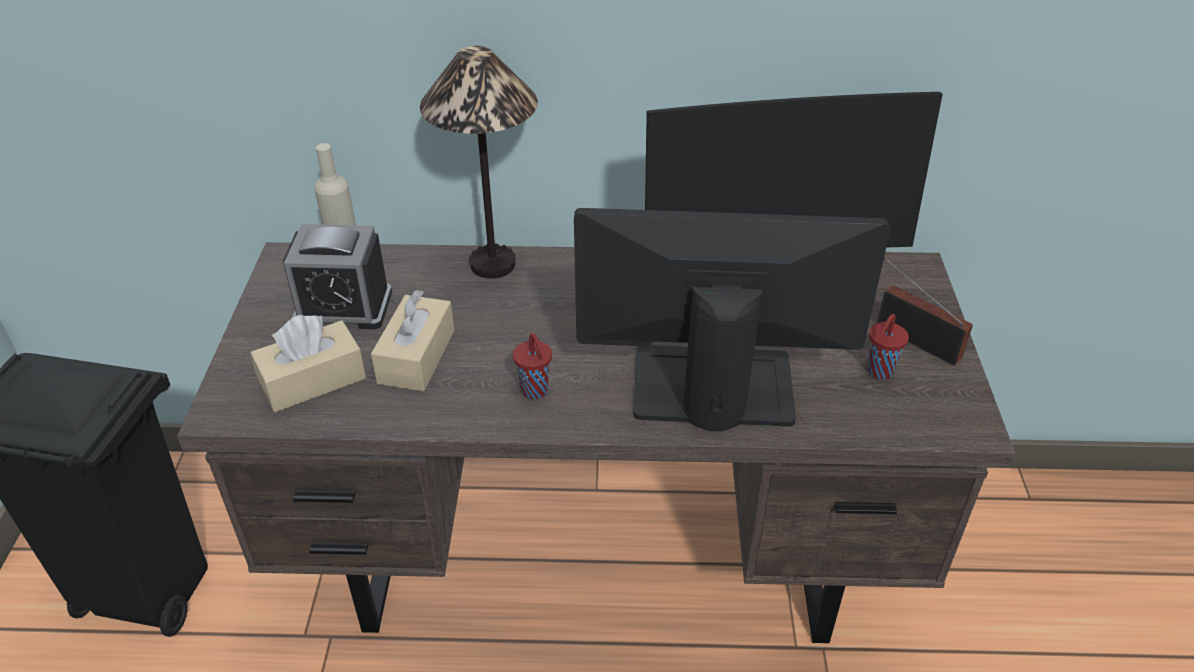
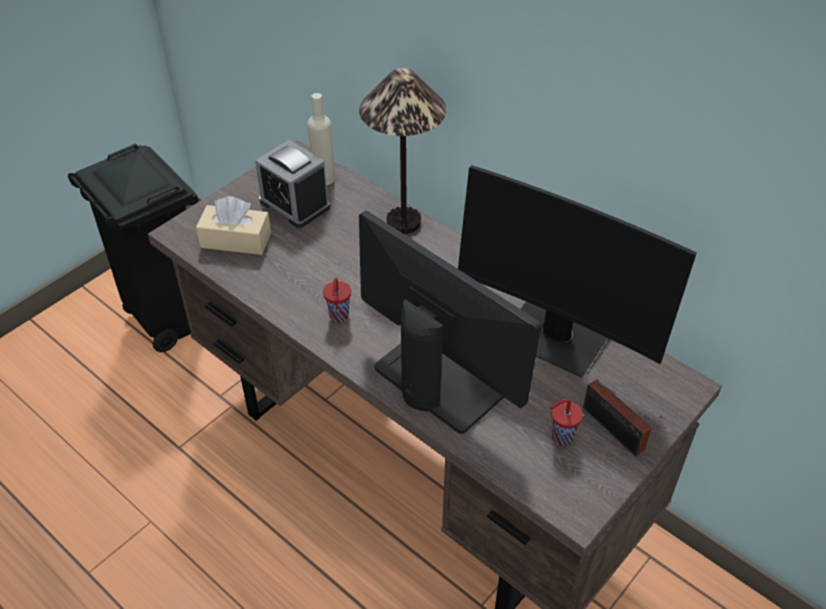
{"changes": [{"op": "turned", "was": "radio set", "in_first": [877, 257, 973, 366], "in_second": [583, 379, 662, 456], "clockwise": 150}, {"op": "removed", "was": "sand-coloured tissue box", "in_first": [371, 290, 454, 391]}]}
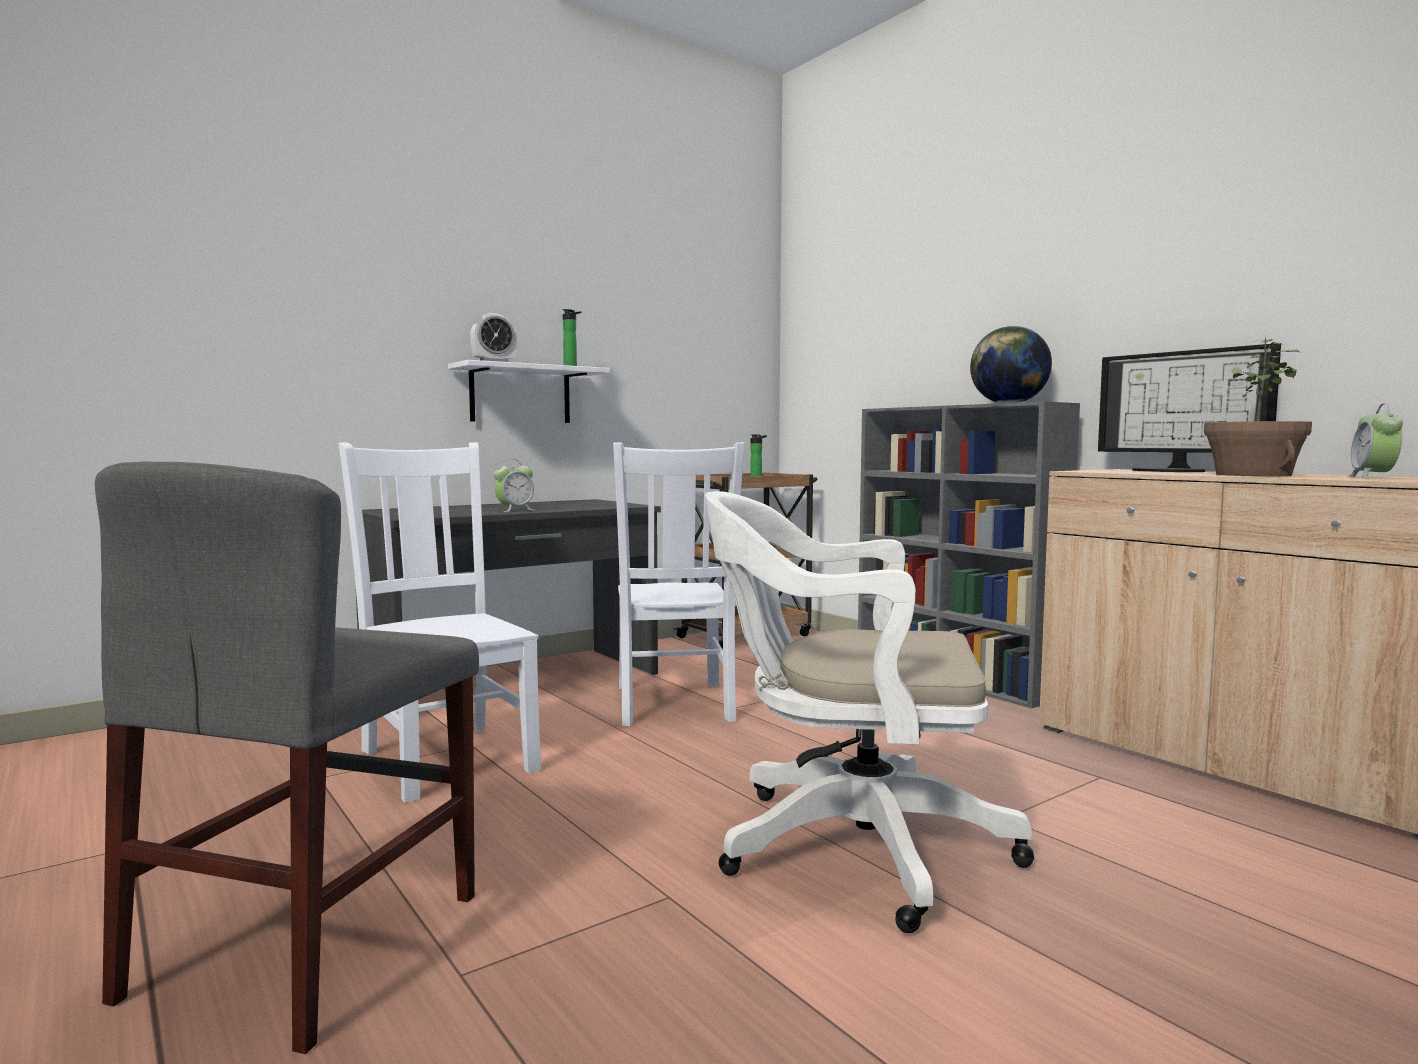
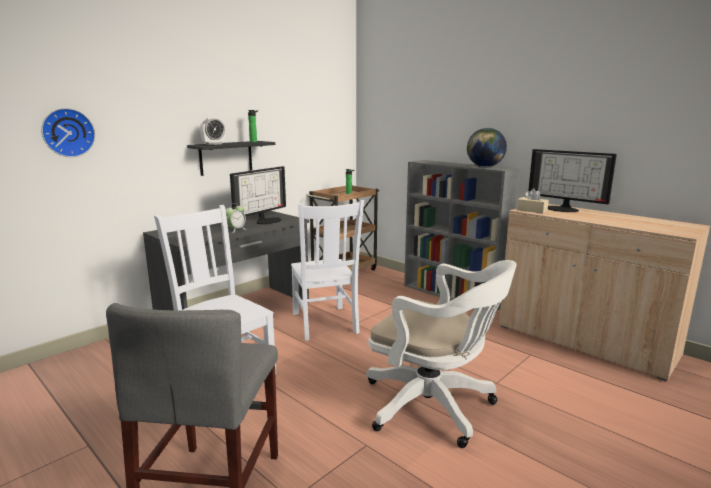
{"changes": [{"op": "removed", "was": "plant in a pot", "in_first": [1204, 337, 1312, 476]}, {"op": "recoloured", "was": "whitish bracket shelf", "now": "black-coloured bracket shelf", "in_first": [448, 360, 610, 423], "in_second": [187, 141, 275, 176]}, {"op": "removed", "was": "bedside clock", "in_first": [1348, 404, 1403, 478]}, {"op": "turned", "was": "whitish desk chair", "in_first": [705, 491, 1034, 933], "in_second": [366, 260, 517, 448], "clockwise": -150}, {"op": "added", "now": "hanging clock", "in_second": [41, 108, 95, 157]}, {"op": "added", "now": "computer display", "in_second": [230, 166, 286, 224]}, {"op": "added", "now": "sand-coloured tissue box", "in_second": [517, 189, 549, 214]}]}
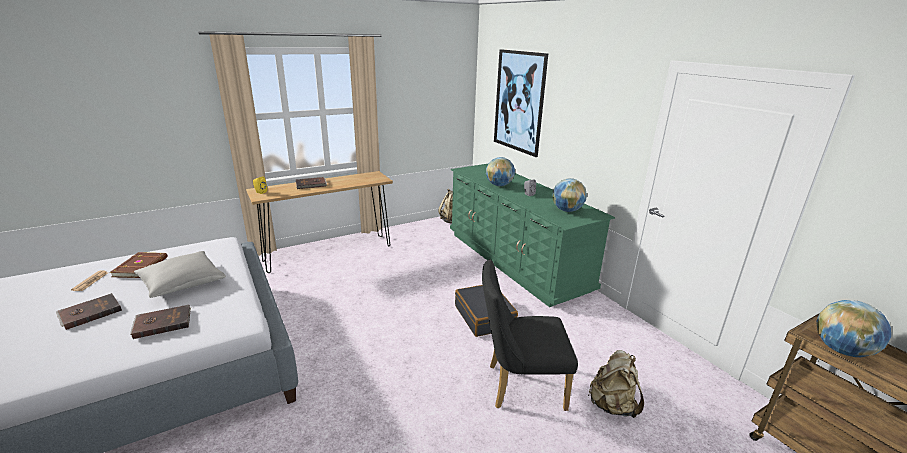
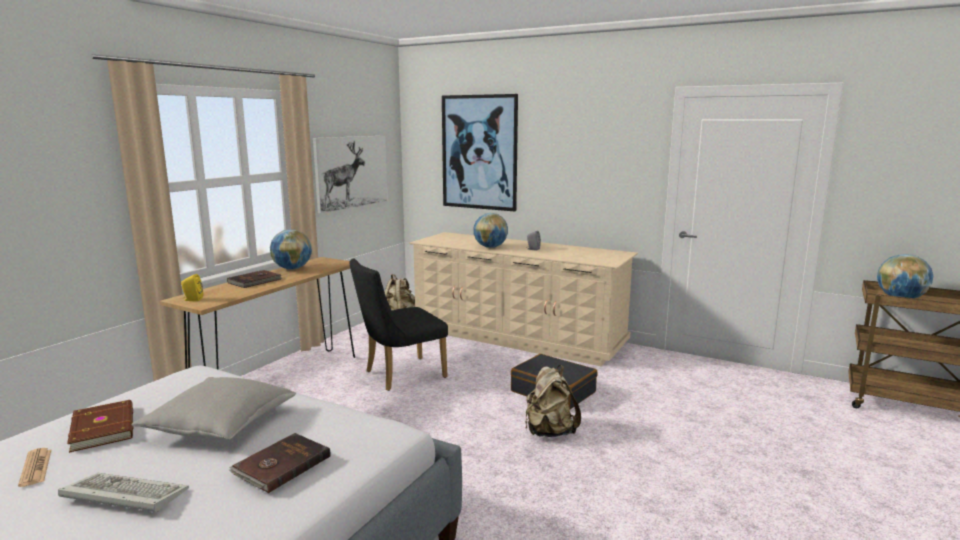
{"changes": [{"op": "recoloured", "was": "green-coloured drawer chest", "now": "sand-coloured drawer chest", "in_first": [450, 164, 615, 307], "in_second": [409, 232, 638, 366]}, {"op": "moved", "was": "world globe", "in_first": [552, 178, 587, 212], "in_second": [270, 229, 312, 270]}, {"op": "moved", "was": "black-coloured upright chair", "in_first": [482, 259, 578, 411], "in_second": [349, 258, 448, 391]}, {"op": "replaced", "was": "brown-coloured bound book", "now": "PC keyboard", "in_first": [56, 293, 122, 330], "in_second": [58, 473, 189, 512]}, {"op": "moved", "was": "sand-coloured knapsack", "in_first": [588, 350, 644, 418], "in_second": [525, 365, 581, 437]}, {"op": "added", "now": "wall art", "in_second": [313, 136, 388, 213]}]}
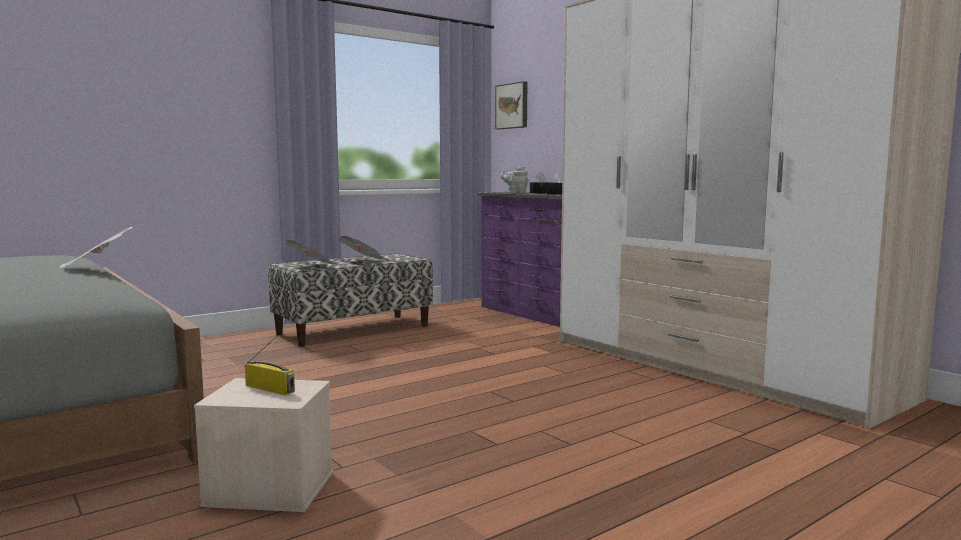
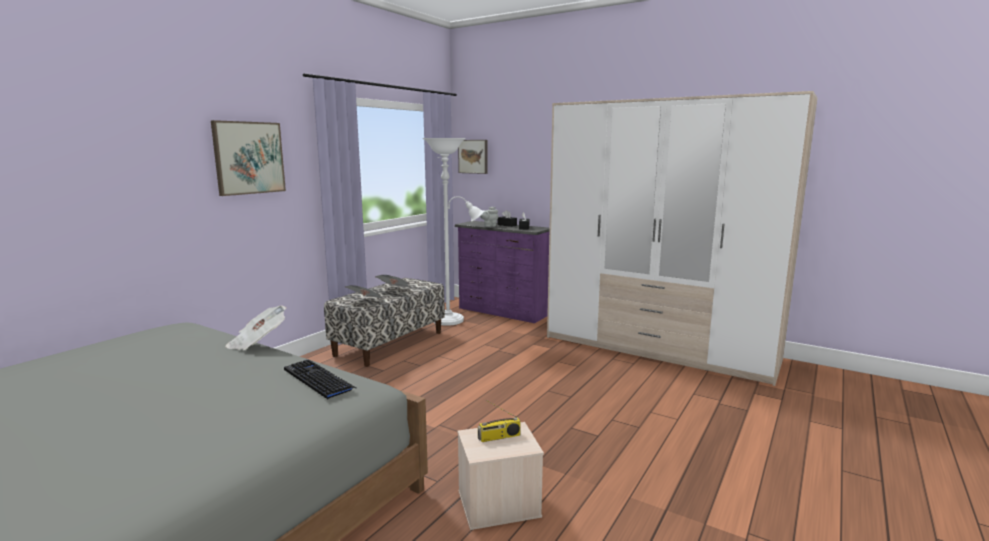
{"changes": [{"op": "turned", "was": "radio set", "in_first": [245, 335, 295, 396], "in_second": [478, 400, 521, 442], "clockwise": 150}, {"op": "added", "now": "wall art", "in_second": [211, 120, 286, 196]}, {"op": "added", "now": "whitish standard lamp", "in_second": [423, 138, 484, 326]}, {"op": "added", "now": "PC keyboard", "in_second": [284, 359, 356, 399]}]}
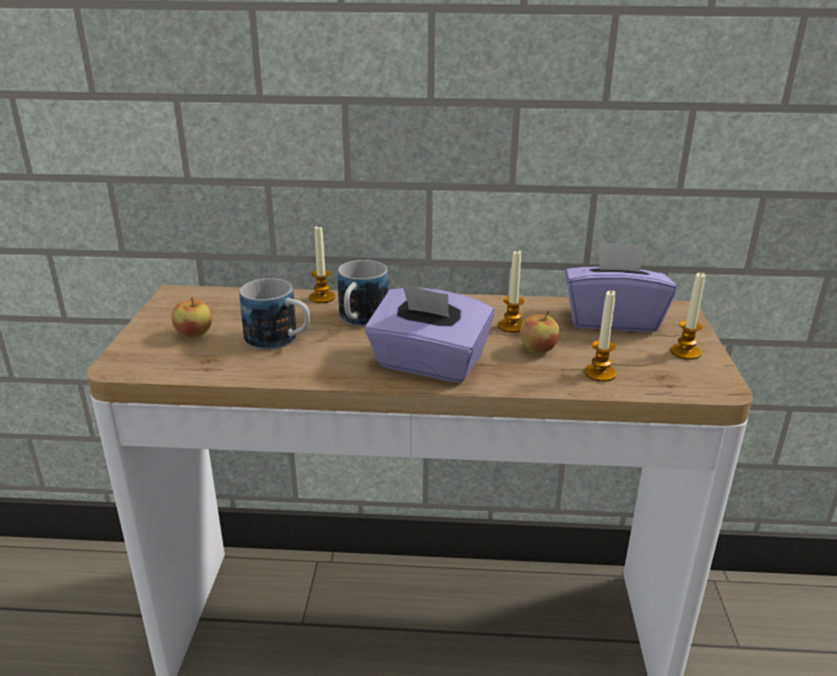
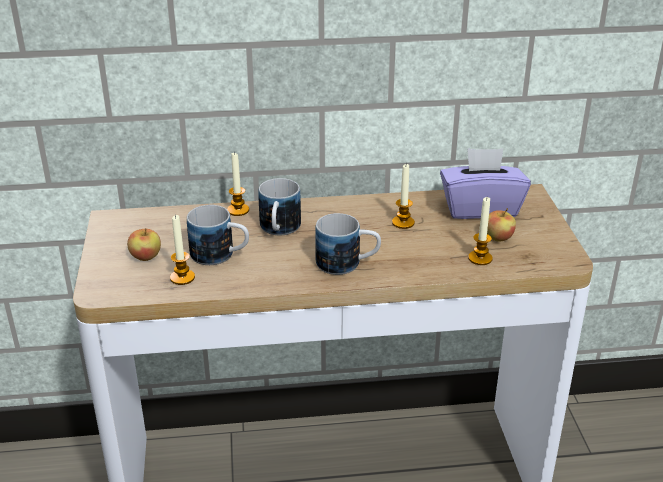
{"changes": [{"op": "moved", "was": "candle", "in_first": [670, 271, 705, 360], "in_second": [170, 215, 195, 285]}, {"op": "replaced", "was": "purple-coloured tissue box", "now": "coffee mug", "in_first": [365, 284, 494, 383], "in_second": [315, 213, 381, 275]}, {"op": "moved", "was": "apple", "in_first": [520, 310, 560, 354], "in_second": [487, 208, 516, 242]}]}
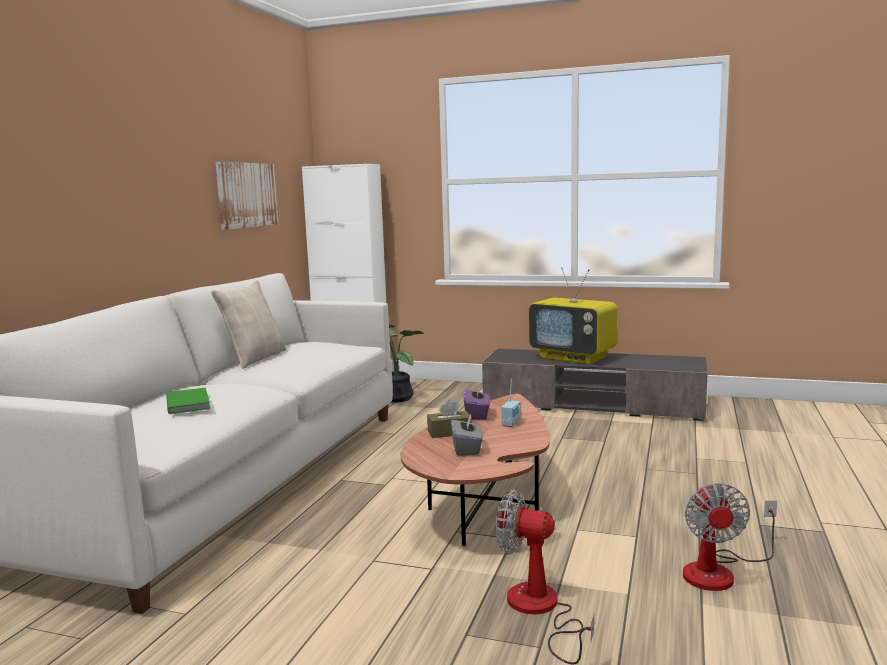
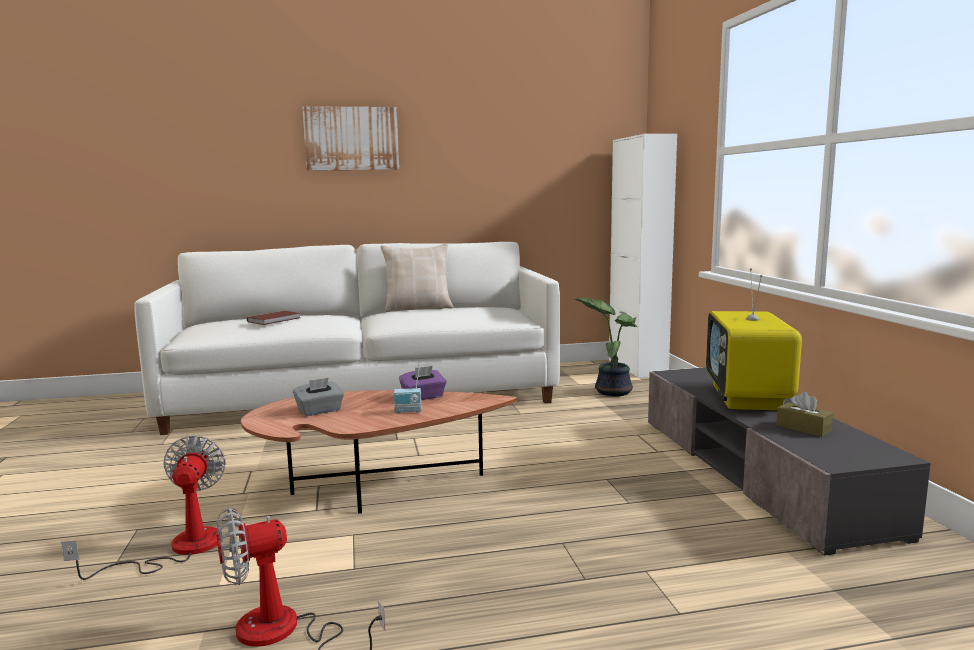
{"changes": [{"op": "moved", "was": "wall art", "in_first": [215, 162, 278, 230], "in_second": [302, 106, 399, 171]}, {"op": "recoloured", "was": "green-coloured bound book", "now": "brown-coloured bound book", "in_first": [166, 387, 210, 414], "in_second": [247, 311, 300, 325]}, {"op": "moved", "was": "brown-coloured tissue box", "in_first": [427, 399, 472, 438], "in_second": [776, 391, 833, 437]}]}
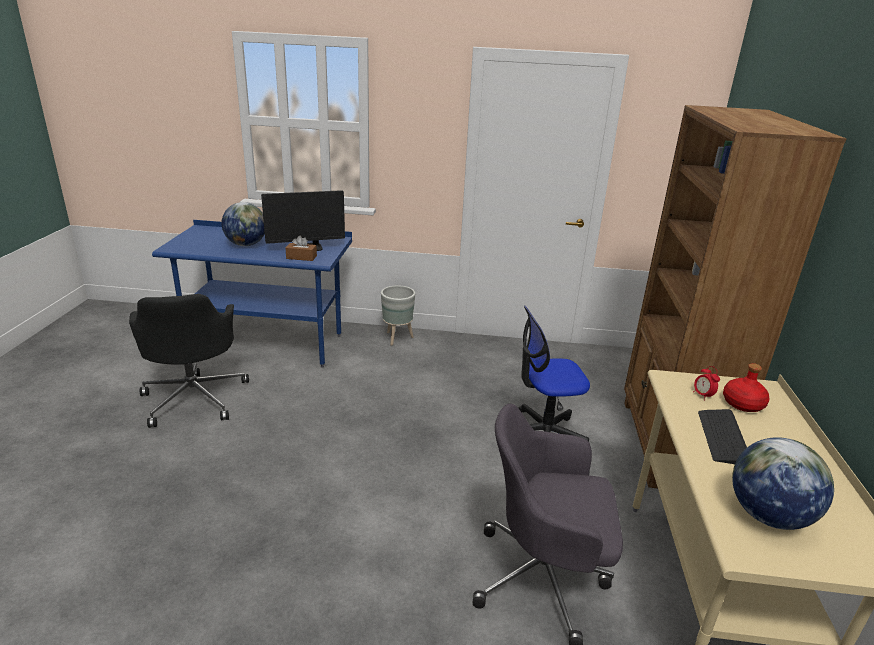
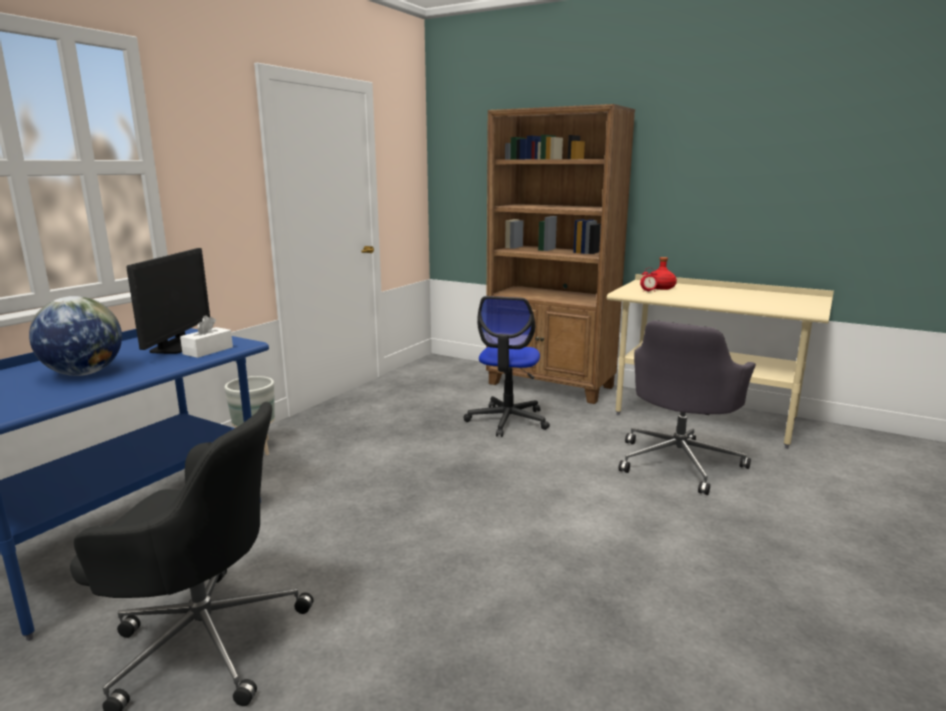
{"changes": [{"op": "recoloured", "was": "brown-coloured tissue box", "now": "whitish tissue box", "in_first": [285, 236, 317, 261], "in_second": [180, 316, 233, 358]}, {"op": "removed", "was": "PC keyboard", "in_first": [698, 409, 747, 464]}, {"op": "removed", "was": "world globe", "in_first": [732, 437, 834, 530]}]}
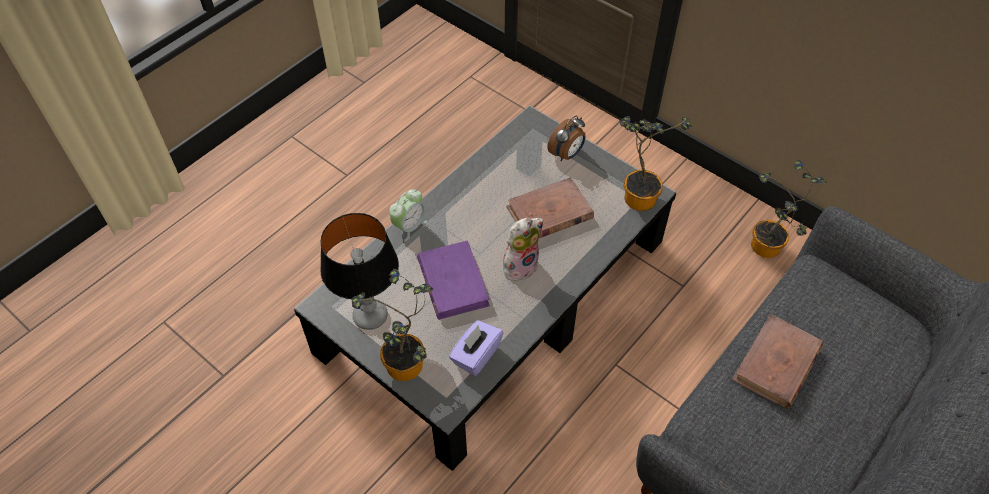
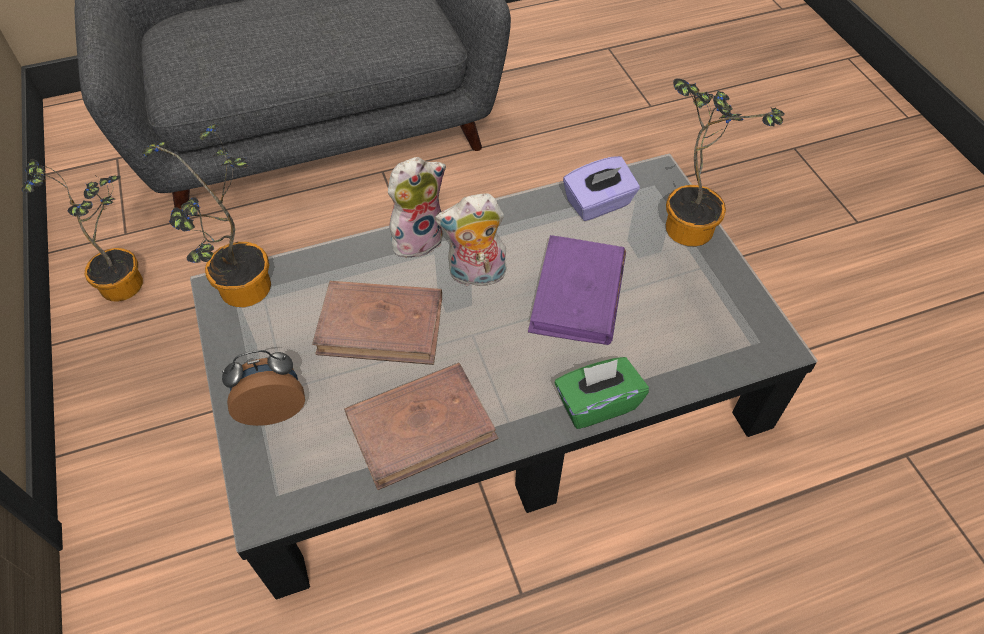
{"changes": [{"op": "replaced", "was": "bedside clock", "now": "green-coloured tissue box", "in_first": [389, 189, 427, 241], "in_second": [555, 357, 649, 429]}, {"op": "removed", "was": "tabletop lamp", "in_first": [320, 213, 399, 330]}, {"op": "moved", "was": "brown-coloured bound book", "in_first": [732, 314, 824, 409], "in_second": [344, 363, 499, 490]}, {"op": "added", "now": "soft toy", "in_second": [388, 157, 446, 258]}]}
